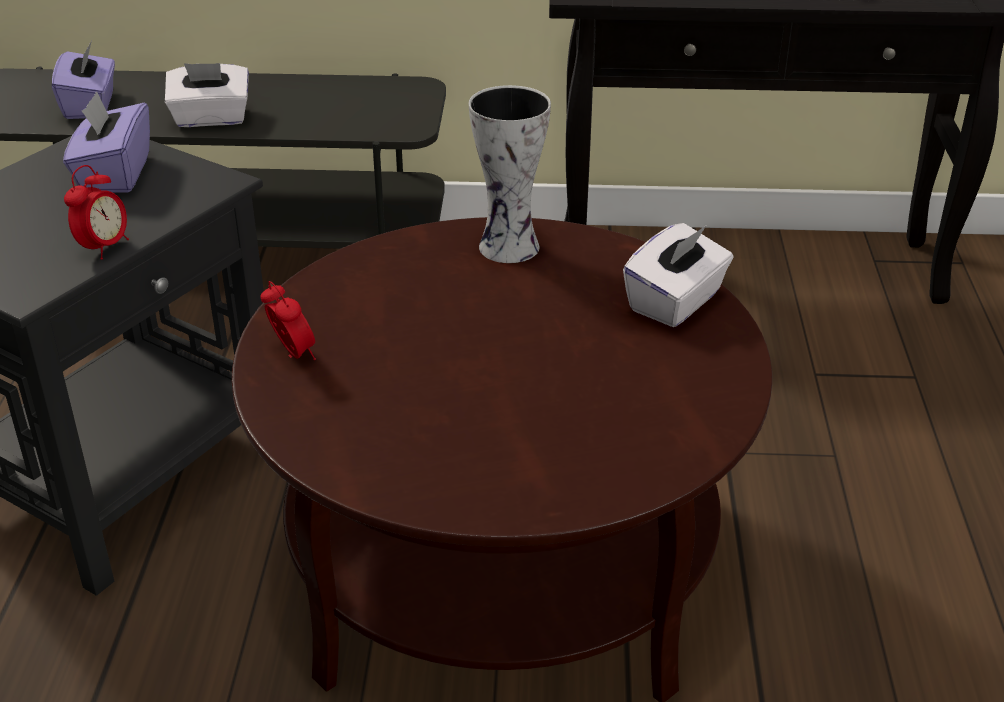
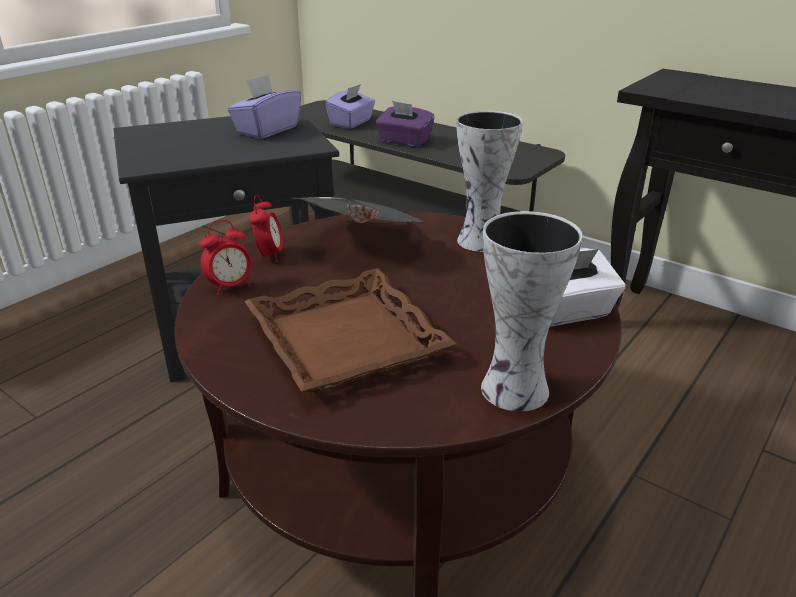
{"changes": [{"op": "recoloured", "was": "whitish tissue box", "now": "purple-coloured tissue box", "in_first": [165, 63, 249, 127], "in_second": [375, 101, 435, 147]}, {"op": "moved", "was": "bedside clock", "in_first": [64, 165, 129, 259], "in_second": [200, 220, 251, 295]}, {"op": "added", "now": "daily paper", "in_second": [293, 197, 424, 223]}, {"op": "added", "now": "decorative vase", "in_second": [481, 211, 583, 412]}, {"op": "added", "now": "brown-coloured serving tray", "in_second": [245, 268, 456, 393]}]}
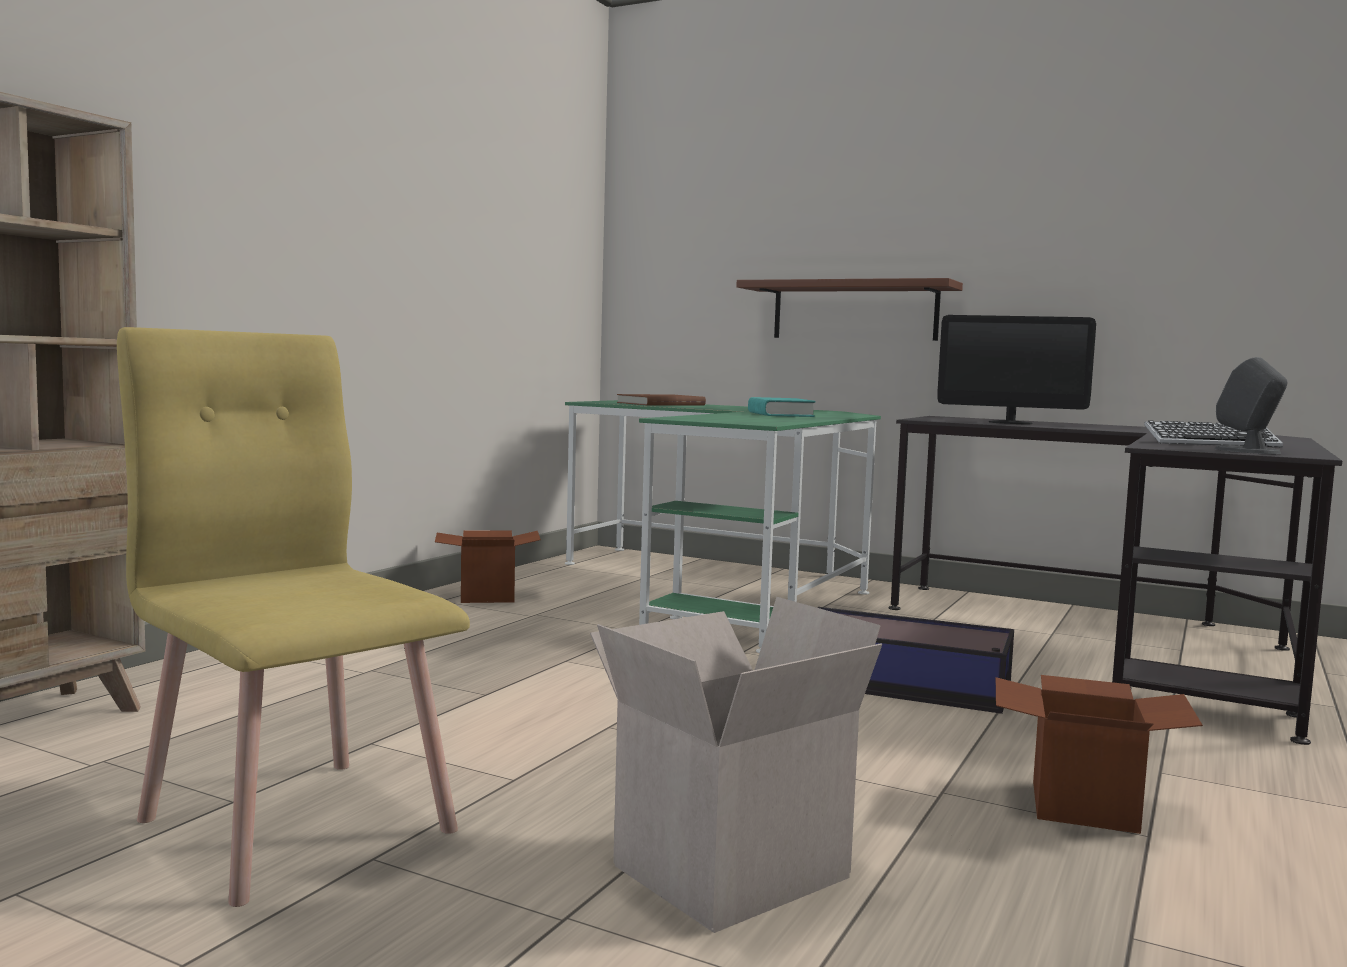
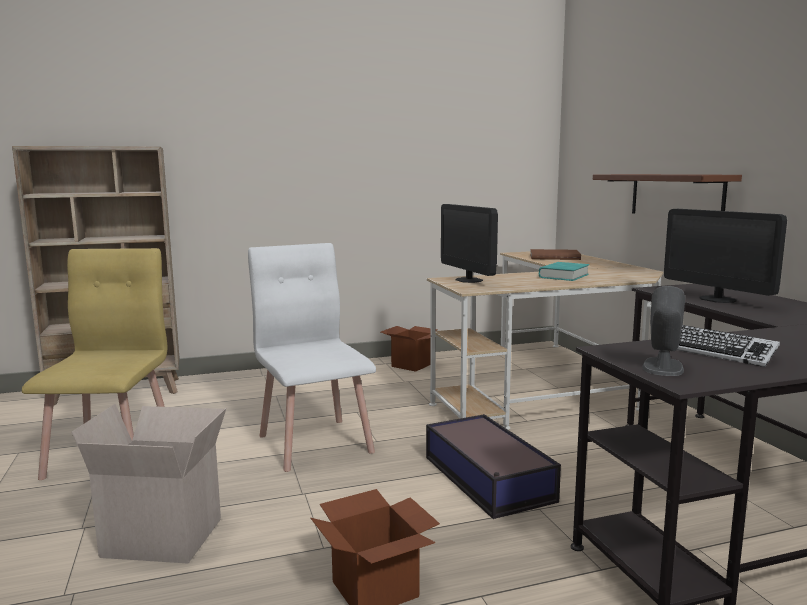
{"changes": [{"op": "recoloured", "was": "green-coloured desk", "now": "sand-coloured desk", "in_first": [565, 400, 881, 653], "in_second": [427, 251, 663, 430]}, {"op": "added", "now": "computer display", "in_second": [441, 204, 498, 283]}, {"op": "added", "now": "whitish upright chair", "in_second": [248, 243, 376, 472]}]}
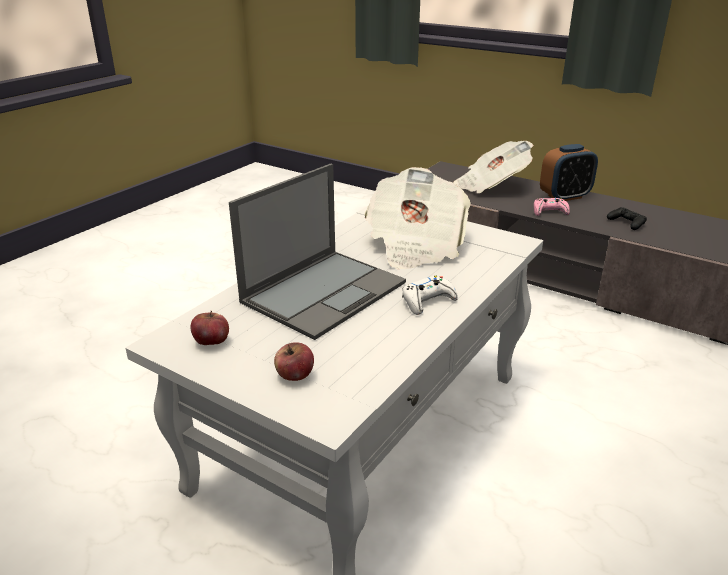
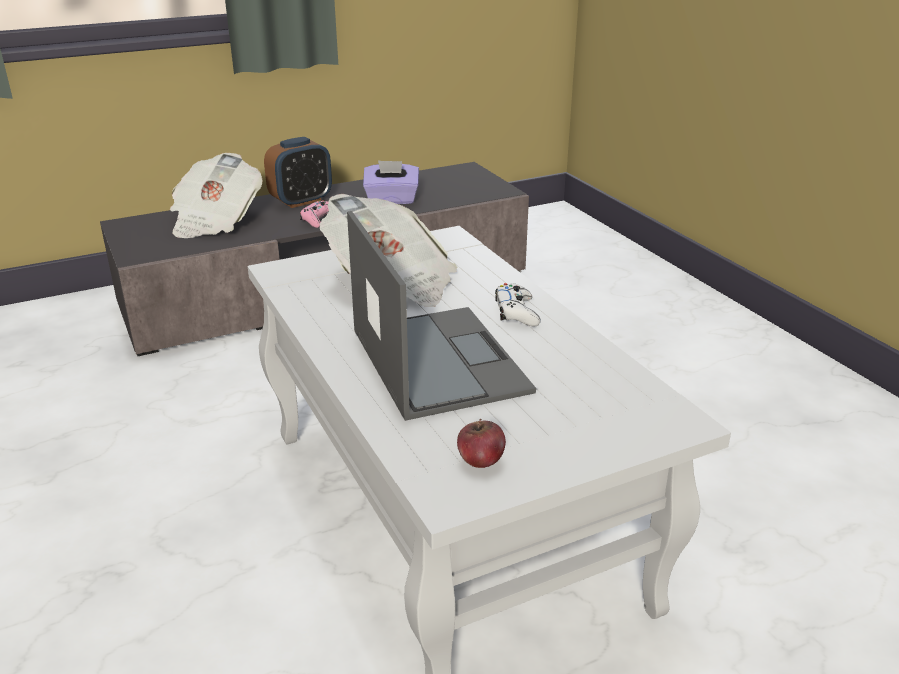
{"changes": [{"op": "turned", "was": "bedside clock", "in_first": [540, 144, 598, 201], "in_second": [264, 137, 332, 208], "clockwise": 45}, {"op": "replaced", "was": "black-coloured gamepad", "now": "purple-coloured tissue box", "in_first": [607, 207, 647, 230], "in_second": [363, 160, 419, 204]}, {"op": "removed", "was": "apple", "in_first": [274, 342, 314, 381]}]}
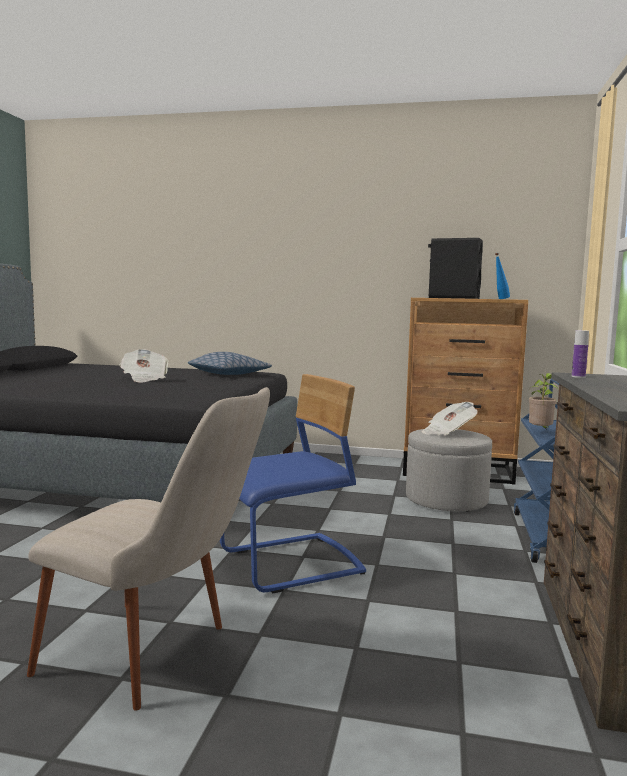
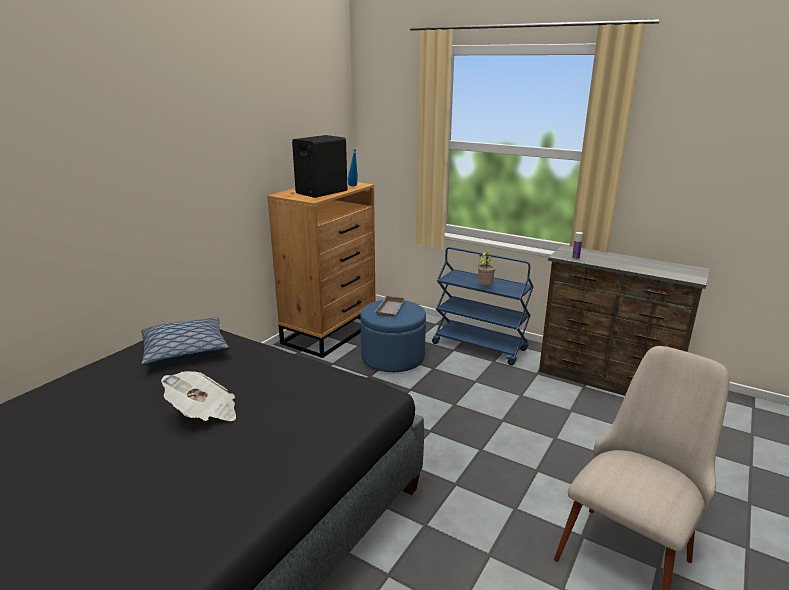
{"changes": [{"op": "removed", "was": "blue-coloured upright chair", "in_first": [220, 374, 366, 593]}, {"op": "replaced", "was": "daily paper", "now": "greyish serving tray", "in_first": [422, 402, 478, 435], "in_second": [375, 295, 406, 317]}, {"op": "recoloured", "was": "greyish pouffe", "now": "blue-coloured pouffe", "in_first": [406, 429, 492, 511], "in_second": [360, 300, 426, 372]}]}
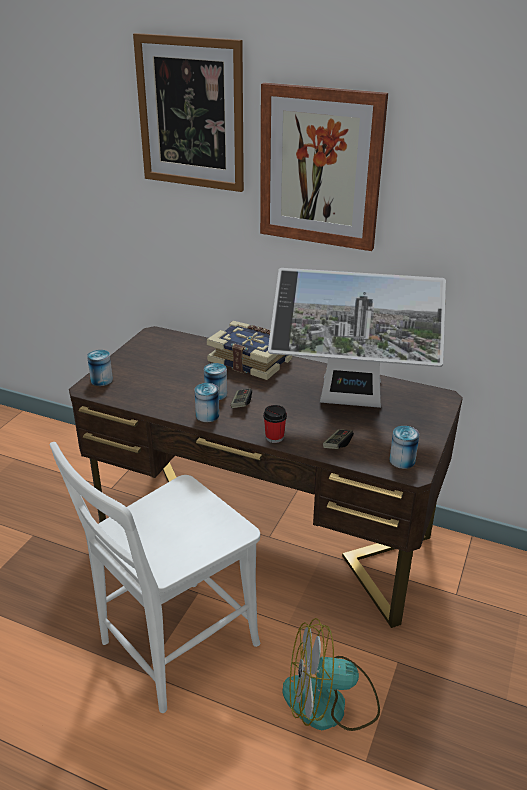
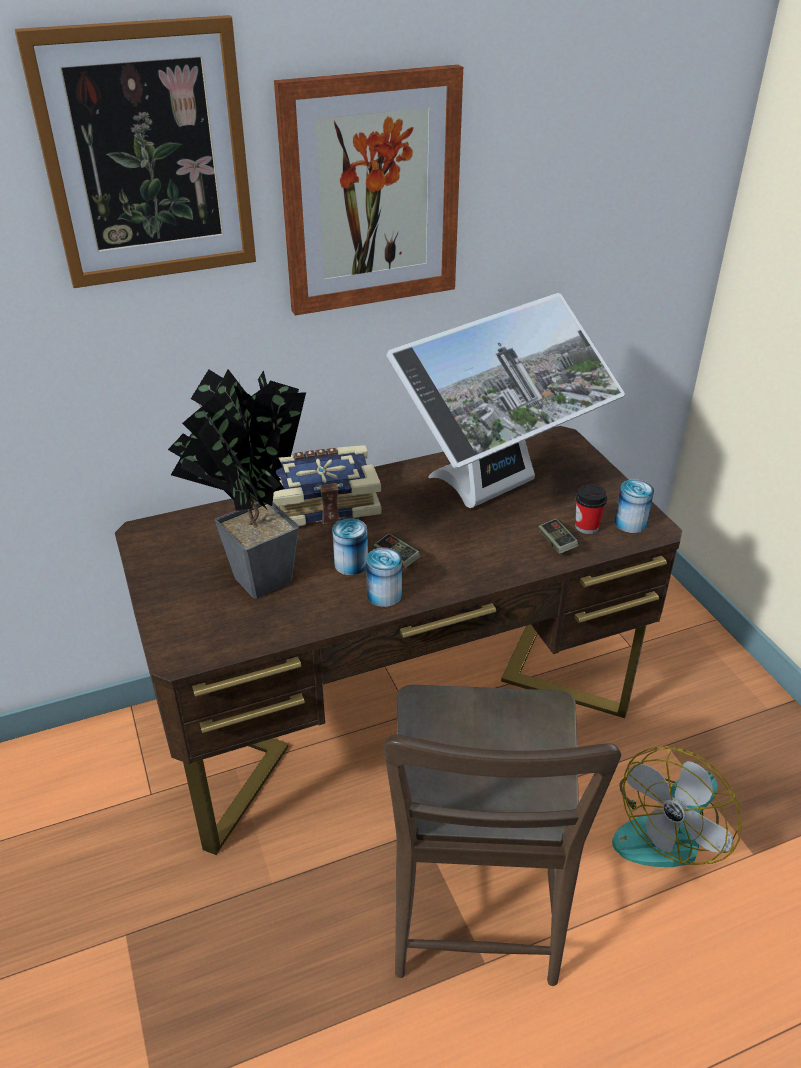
{"changes": [{"op": "removed", "was": "sealed can", "in_first": [87, 350, 113, 386]}, {"op": "moved", "was": "drinking cup", "in_first": [263, 405, 287, 443], "in_second": [575, 484, 607, 534]}, {"op": "recoloured", "was": "whitish upright chair", "now": "brown-coloured upright chair", "in_first": [49, 442, 261, 713], "in_second": [384, 685, 621, 986]}, {"op": "added", "now": "plant in a pot", "in_second": [168, 369, 306, 599]}]}
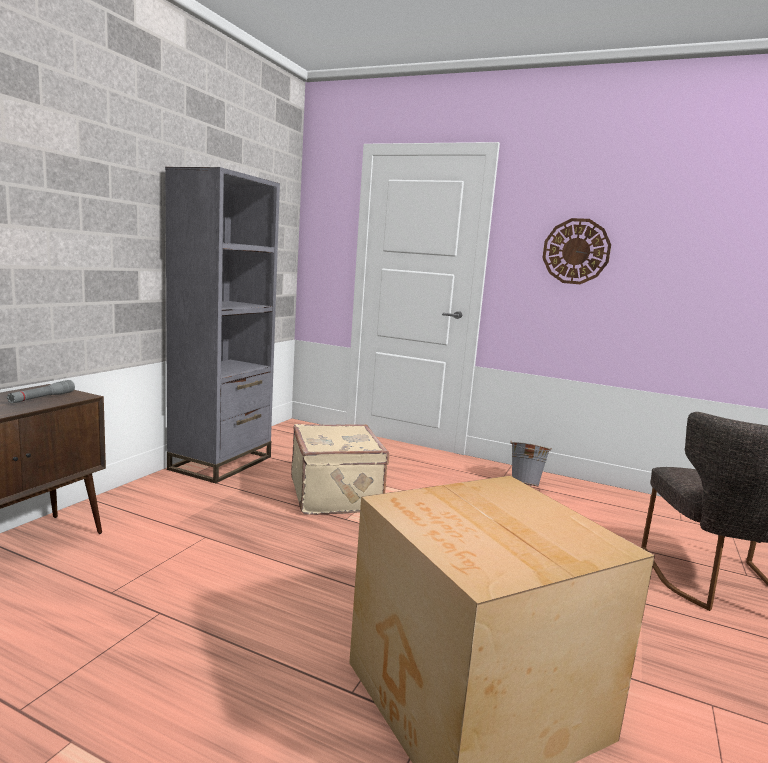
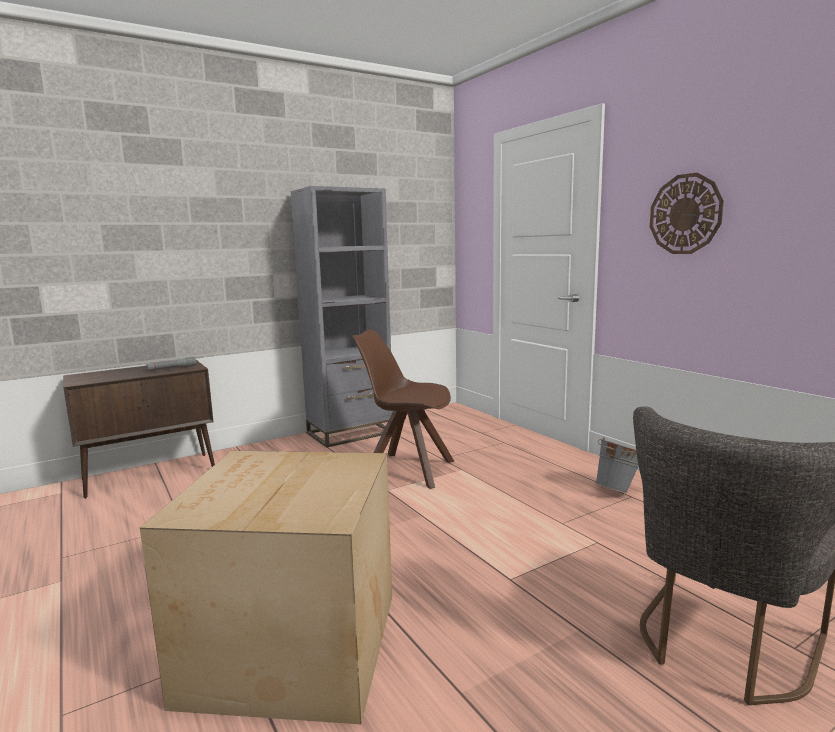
{"changes": [{"op": "replaced", "was": "sand-coloured travel case", "now": "brown-coloured upright chair", "in_first": [291, 424, 389, 515], "in_second": [352, 330, 454, 489]}]}
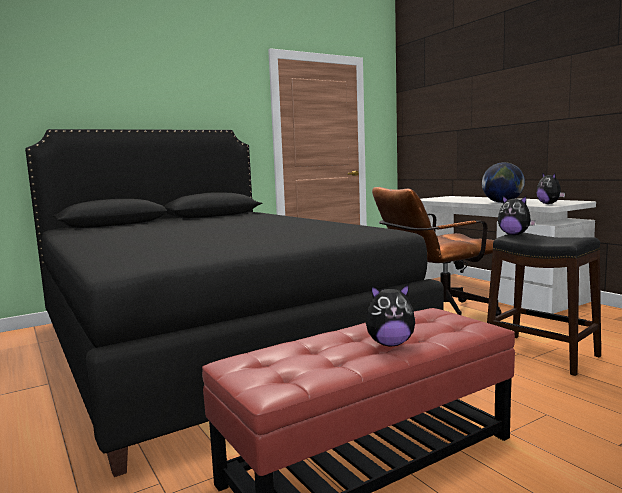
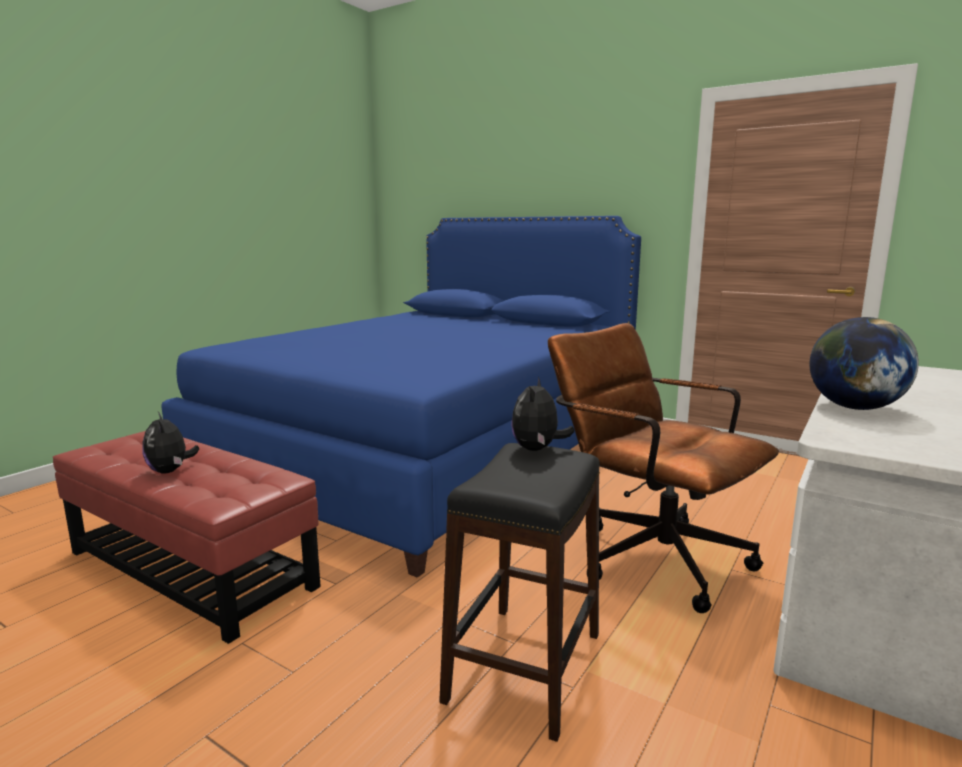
{"changes": [{"op": "recoloured", "was": "black-coloured sleeping bed", "now": "blue-coloured sleeping bed", "in_first": [25, 129, 444, 477], "in_second": [161, 216, 641, 578]}, {"op": "removed", "was": "soft toy", "in_first": [536, 173, 565, 204]}]}
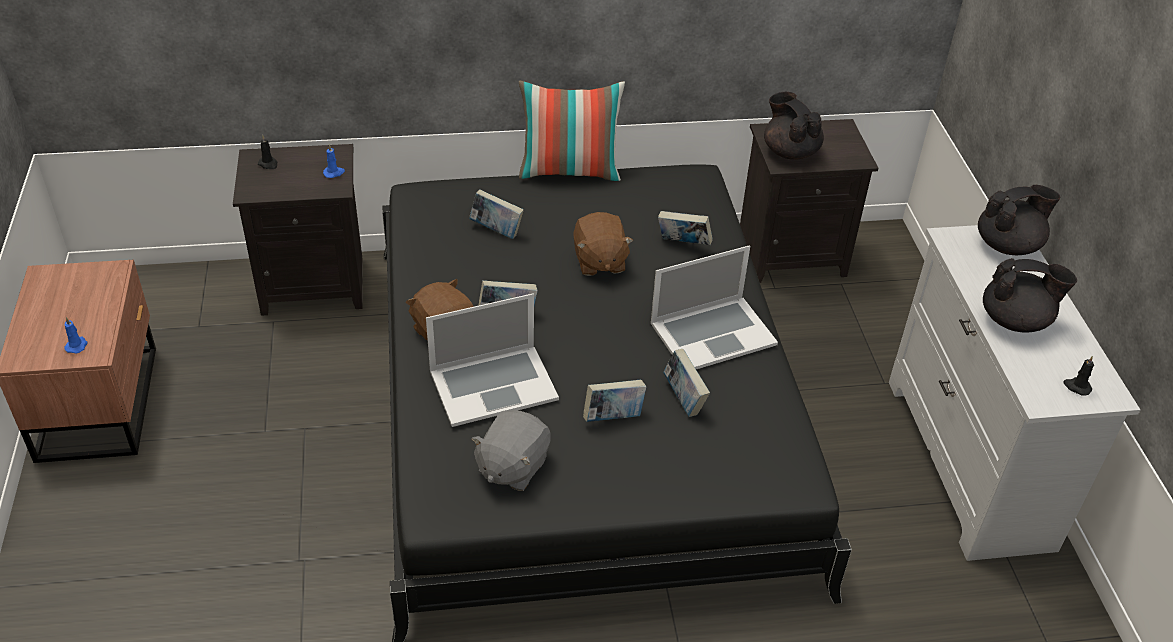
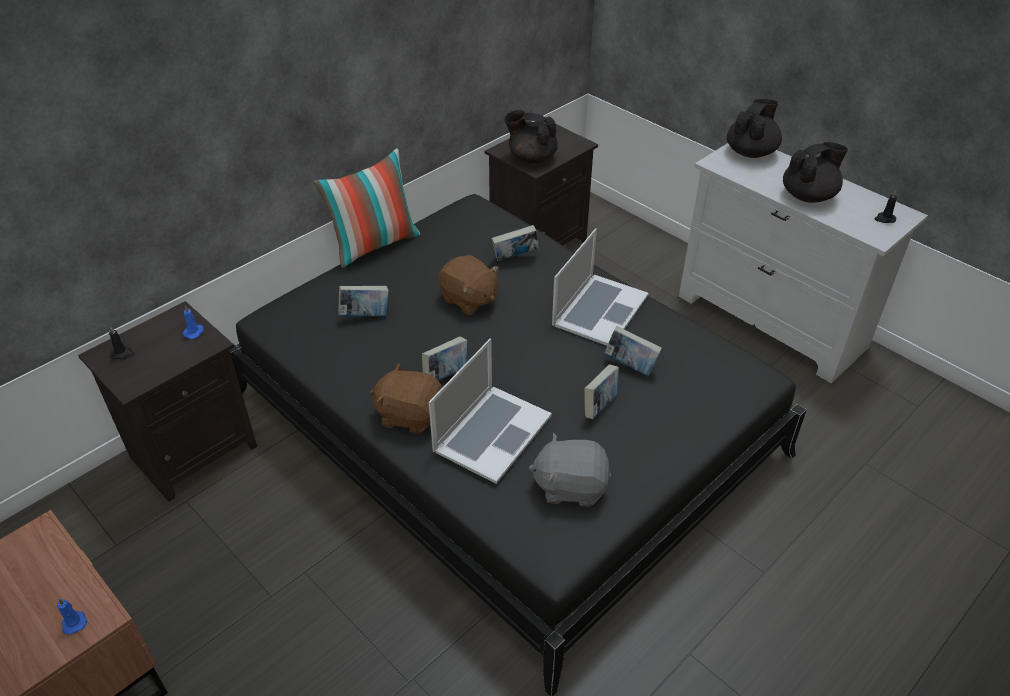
{"changes": [{"op": "turned", "was": "greyish soft toy", "in_first": [471, 410, 550, 491], "in_second": [529, 433, 611, 507], "clockwise": 105}]}
